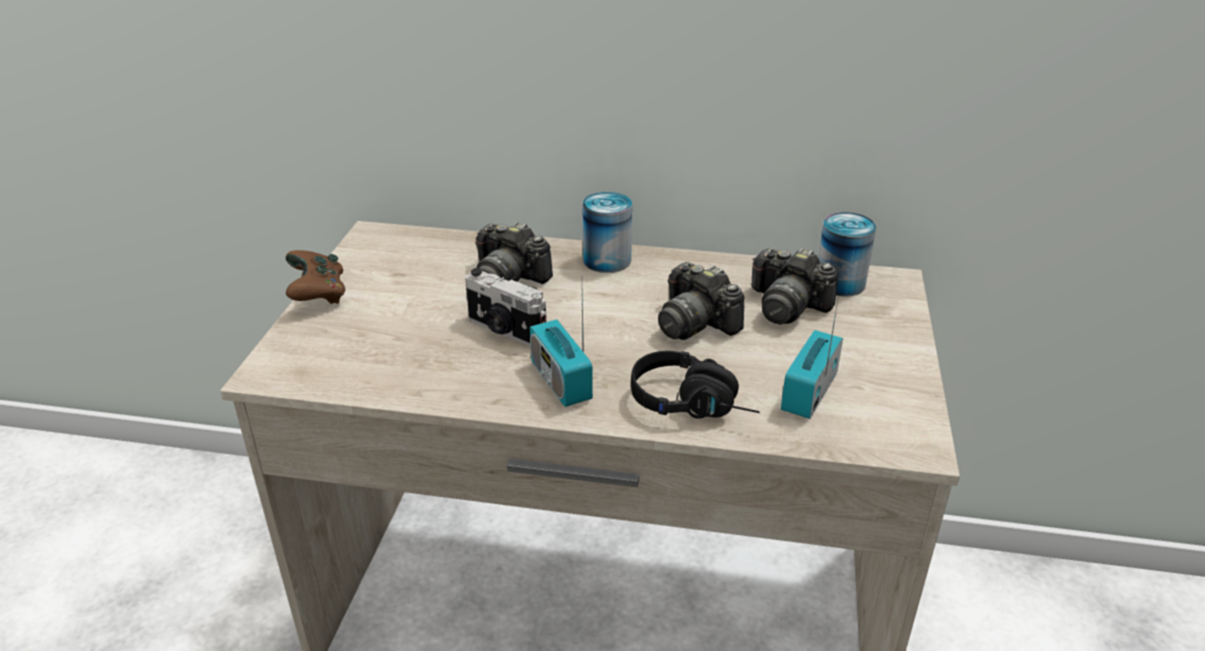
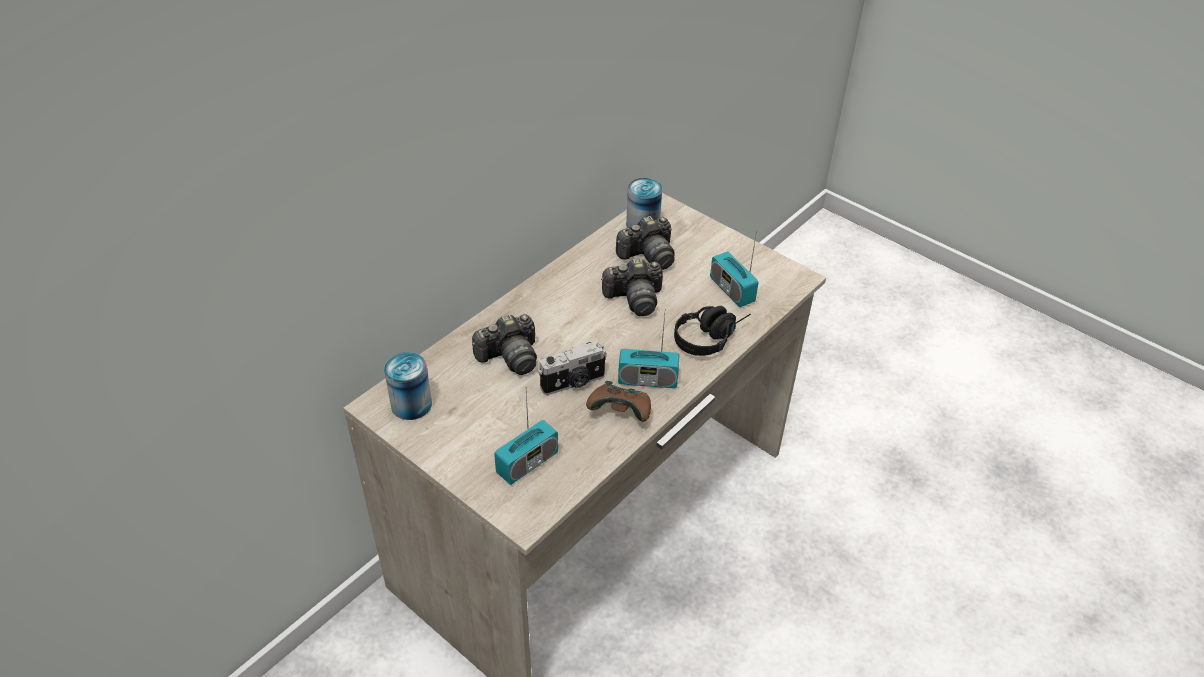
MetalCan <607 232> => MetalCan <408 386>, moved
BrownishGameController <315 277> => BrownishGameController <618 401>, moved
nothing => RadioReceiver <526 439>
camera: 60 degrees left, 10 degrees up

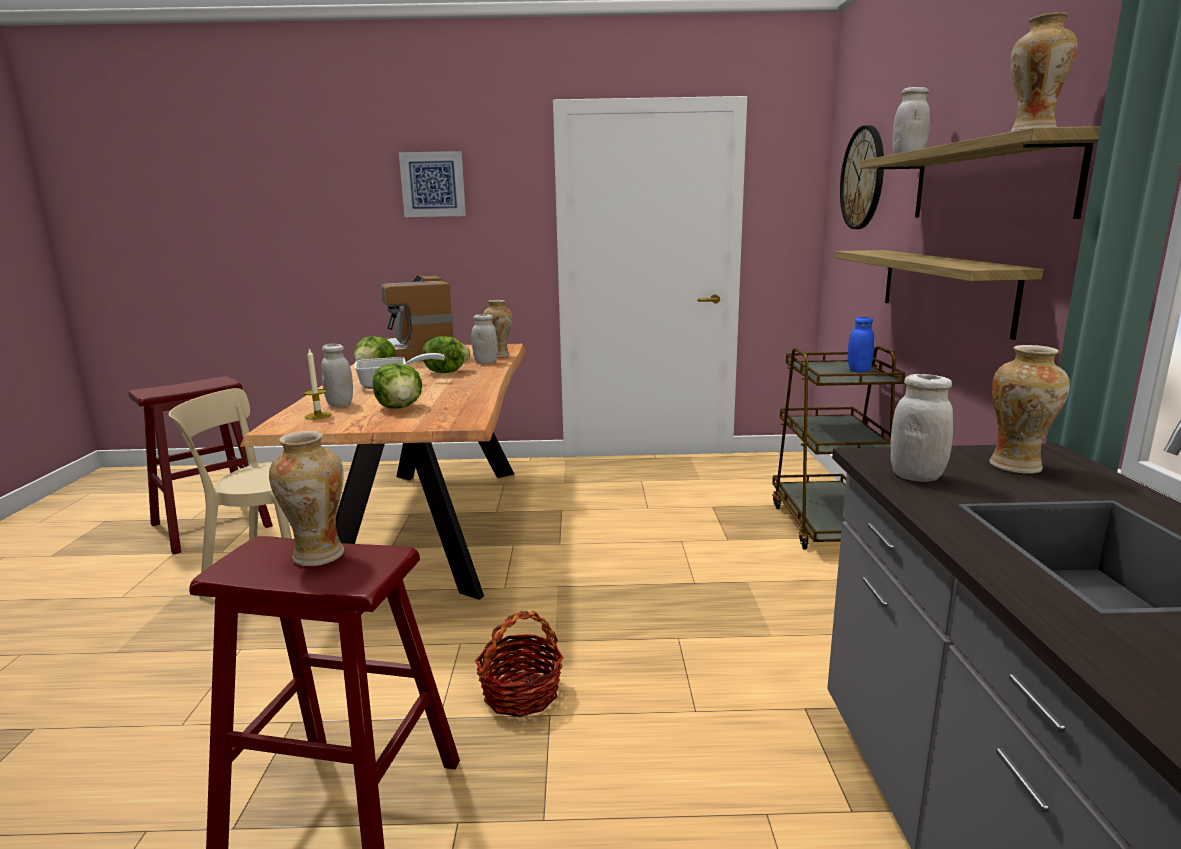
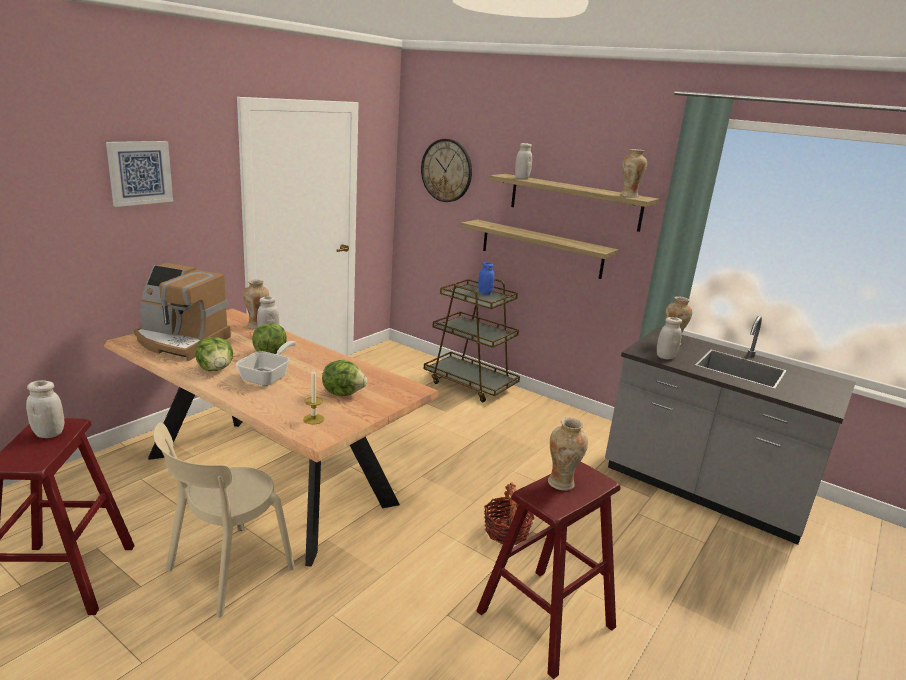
WhiteJar <337 375> => WhiteJar <45 409>, moved
camera: 55 degrees left, 5 degrees up

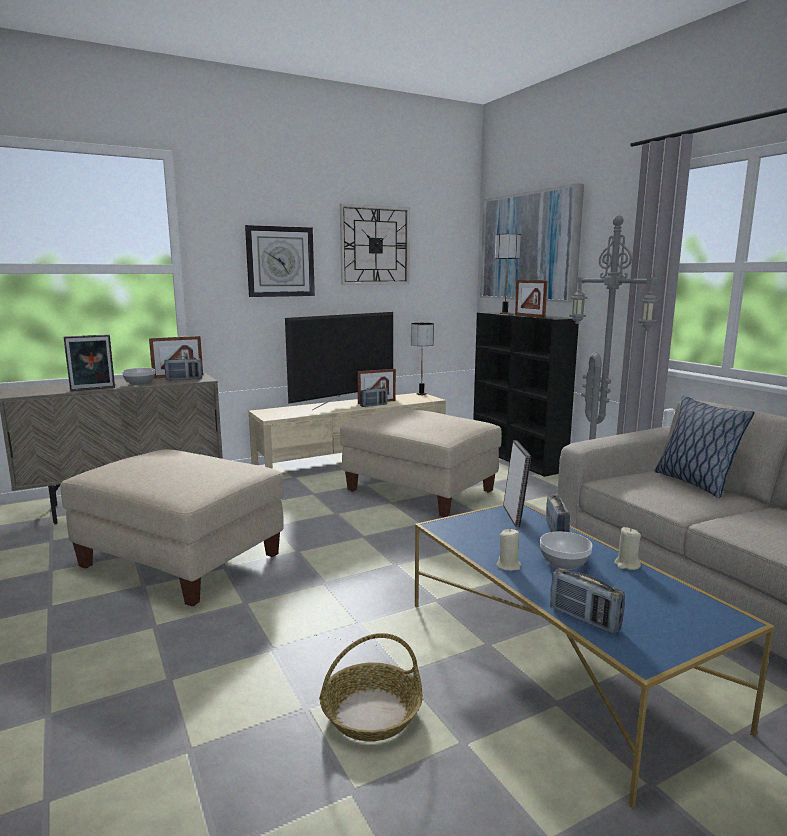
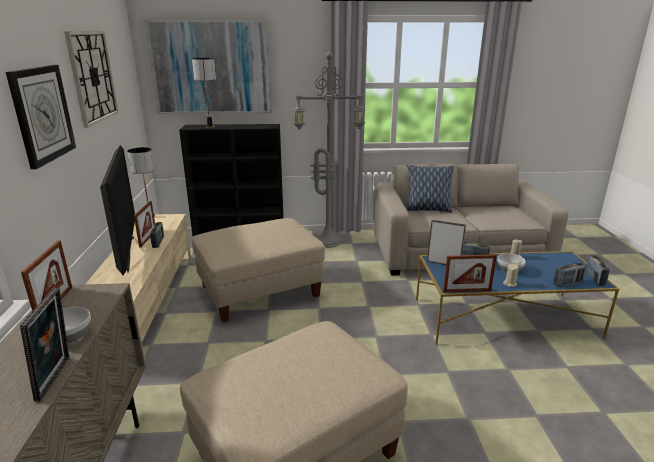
PhotoFrame <531 299> => PhotoFrame <470 273>, moved
RadioReceiver <183 368> => RadioReceiver <598 270>, moved
HouseholdBasket <371 687> => nothing
camera: 65 degrees left, 10 degrees up

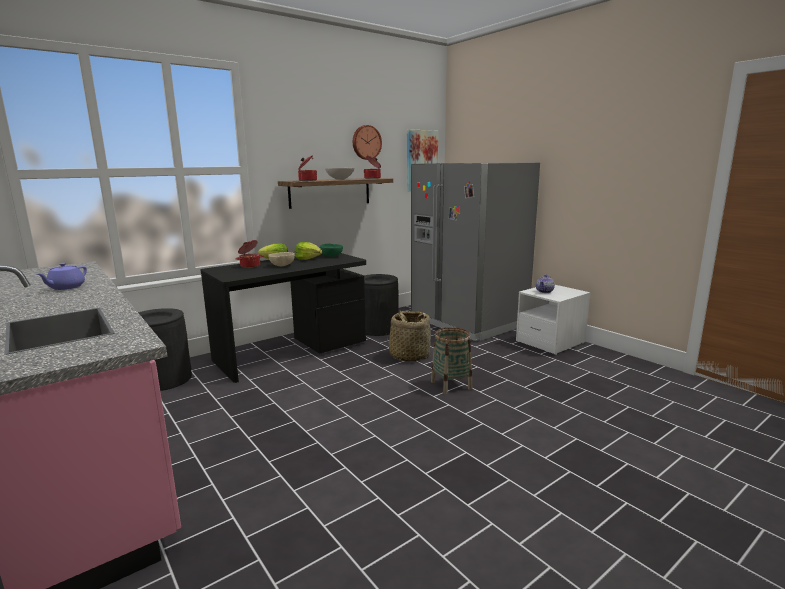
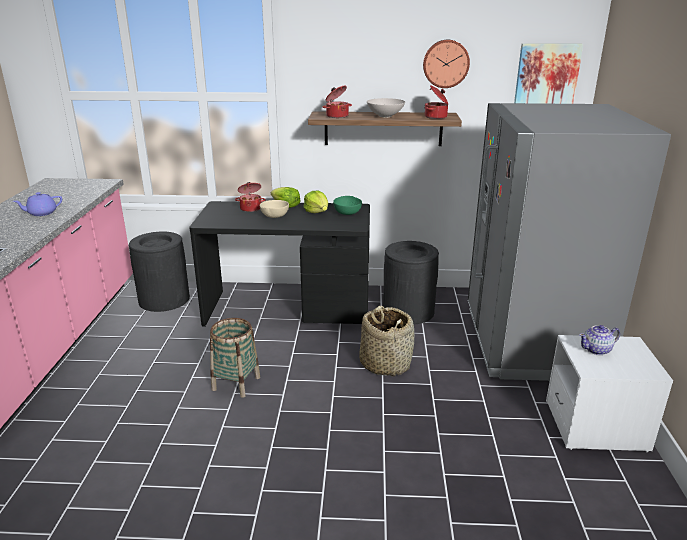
HouseholdBasket <451 361> => HouseholdBasket <235 358>, moved
camera: 40 degrees right, 10 degrees up

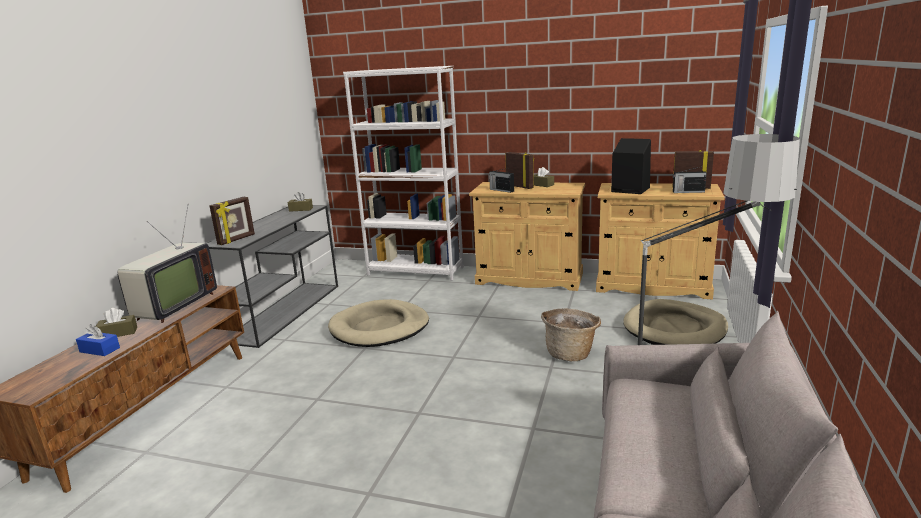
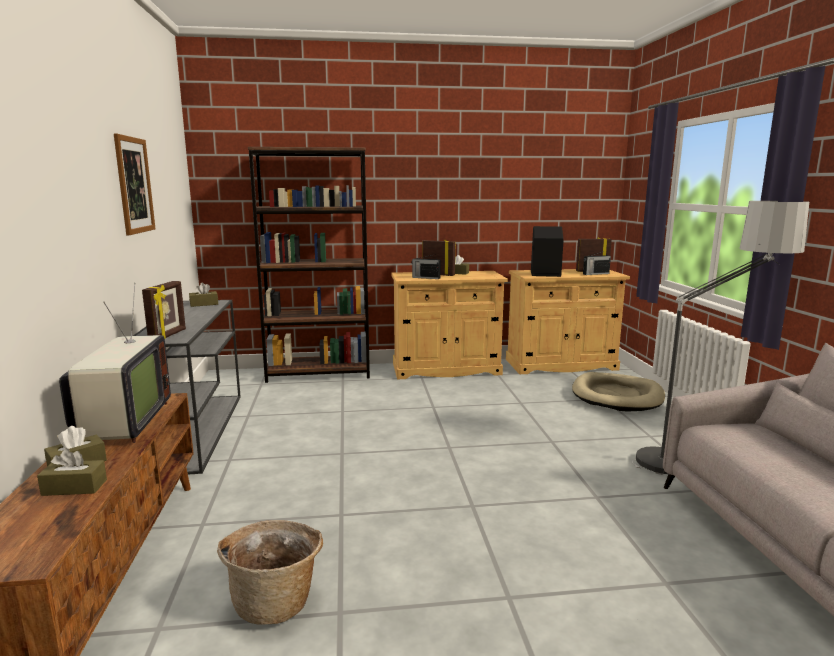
WhiteBookcase <403 173> => BrownishBookcase <309 265>
BeigeColouredDogCushion <378 323> => nothing
HouseholdBasket <571 334> => HouseholdBasket <270 572>, moved
BluishTissueHolder <98 340> => BrownishTissueHolder <72 472>
nothing => WallPicture <135 184>
camera: 25 degrees left, 5 degrees down

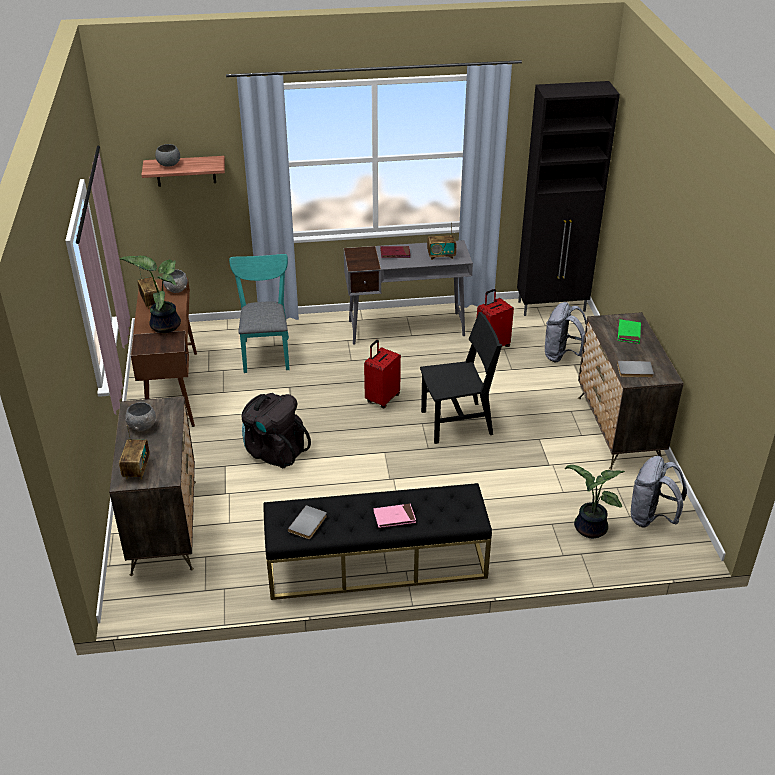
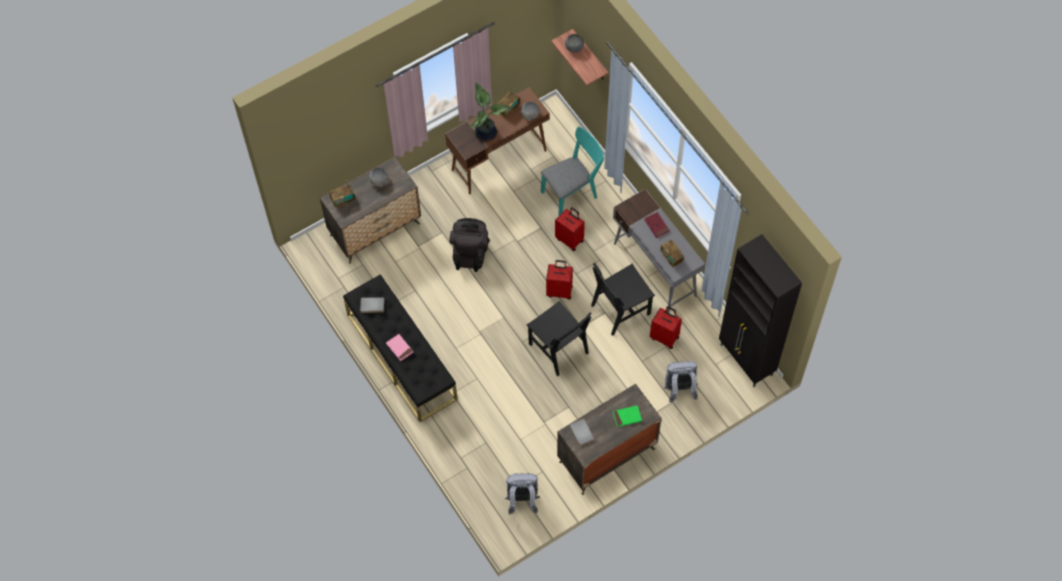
PlantInAPot <595 501> => nothing
nothing => ReddishSuitcase <570 229>
nothing => BlackColouredUprightChair <623 299>
camera: 65 degrees right, 25 degrees up

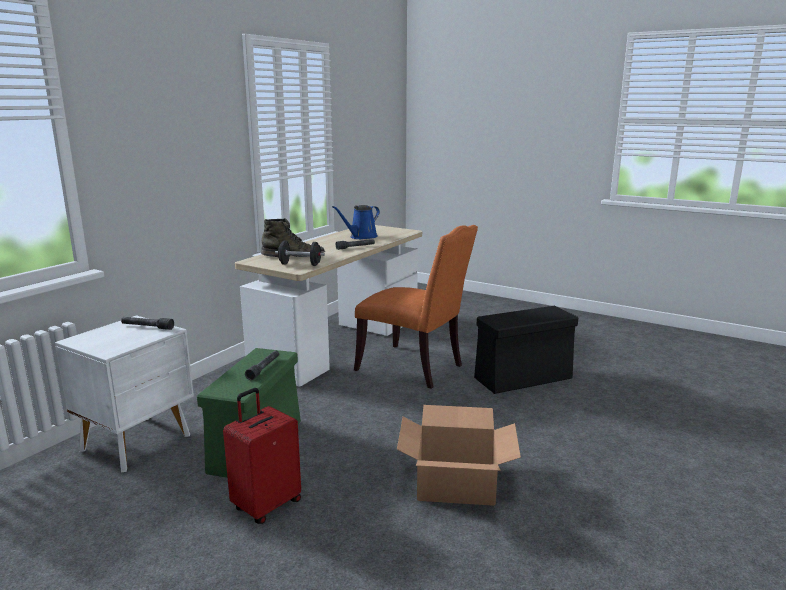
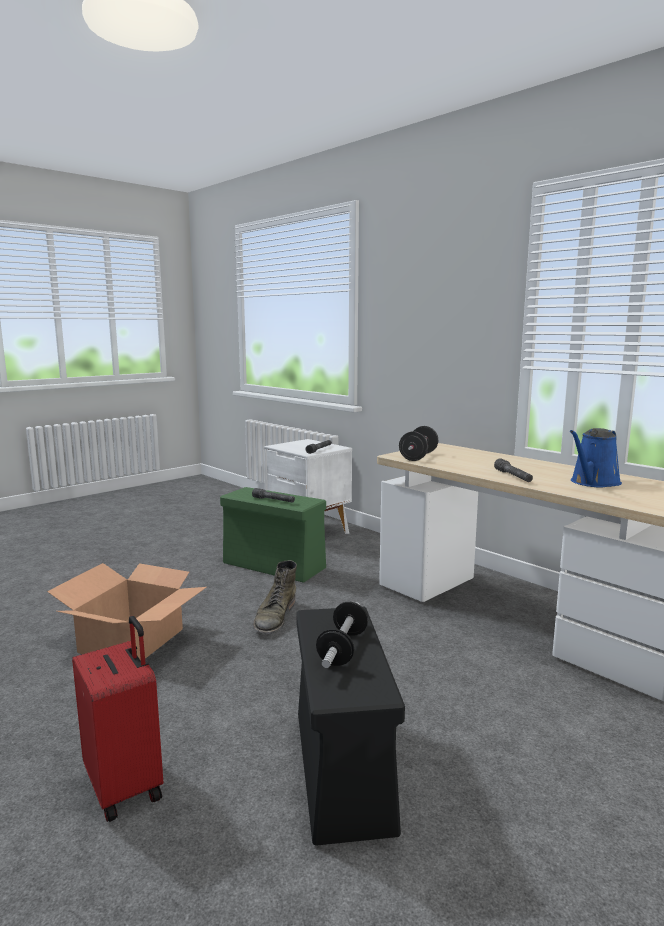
BluishWateringPot <356 222> => BluishWateringPot <596 458>, 105 degrees counterclockwise
GreenishHighTopBoot <293 237> => GreenishHighTopBoot <275 597>, moved
OrangeyUprightChair <416 307> => nothing
ReddishSuitcase <262 456> => ReddishSuitcase <117 719>, moved
nothing => HandWeight <342 635>
camera: 105 degrees right, 5 degrees down

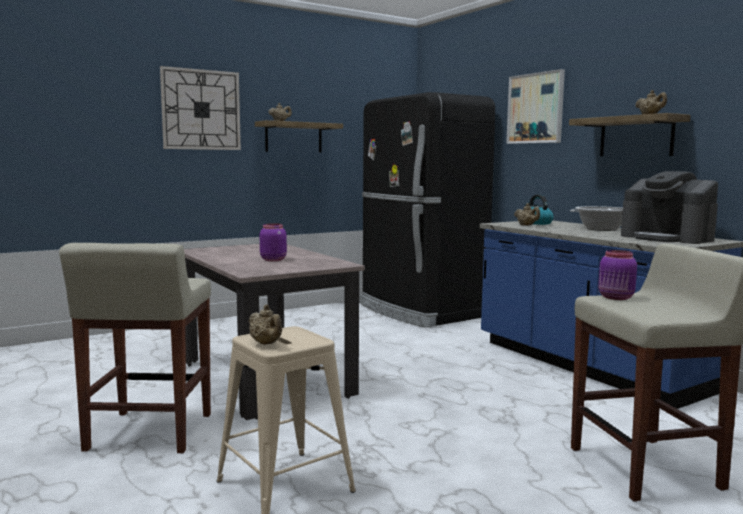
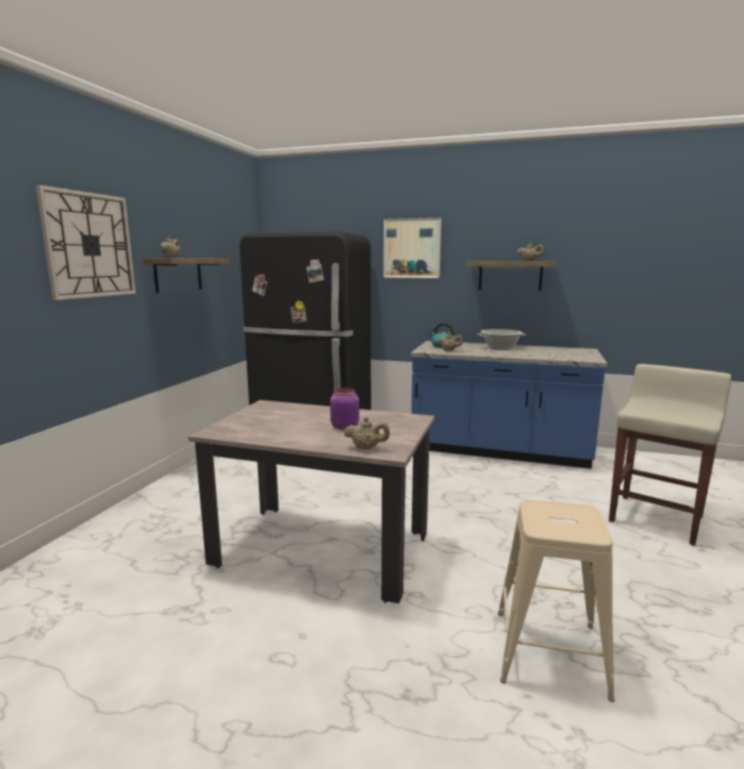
CoffeeMachine <669 207> => nothing
BeigeColouredSittingStool <135 348> => nothing
PurplishJar <617 275> => nothing
BeigeColouredTeaPot <265 325> => BeigeColouredTeaPot <367 433>, moved
camera: 40 degrees left, 5 degrees up

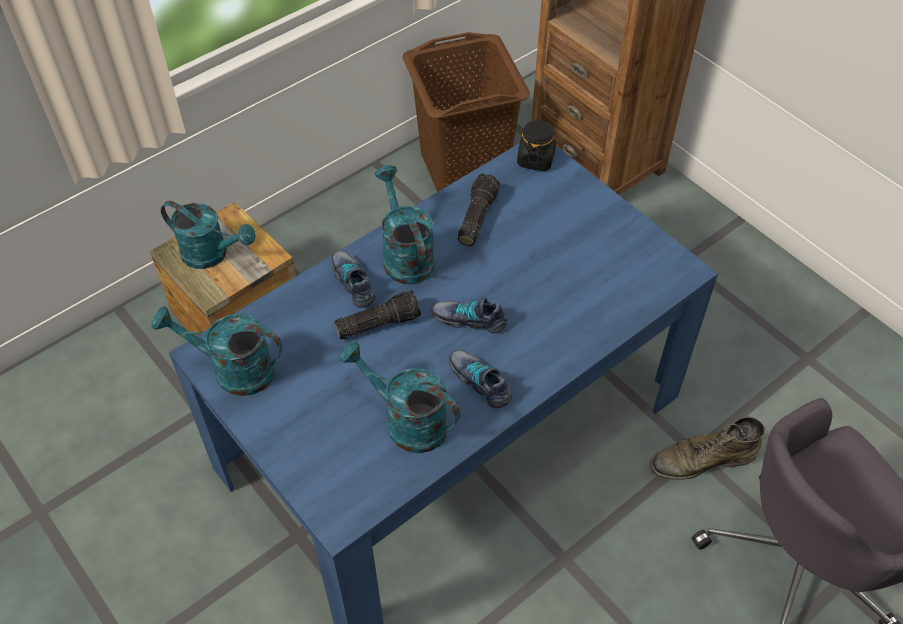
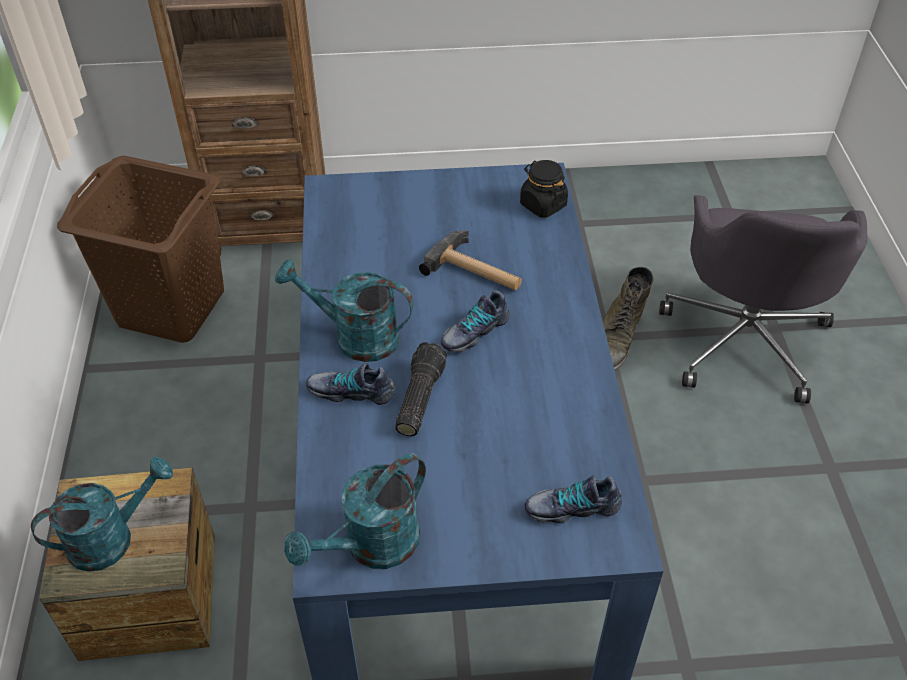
BlackColouredJar <536 145> => BlackColouredJar <544 189>, moved
Torch <479 210> => nothing
BlueGreenWateringPot <399 397> => nothing
Shoe <480 379> => Shoe <573 499>, moved
nothing => HandHammer <470 260>
camera: 55 degrees left, 5 degrees down

